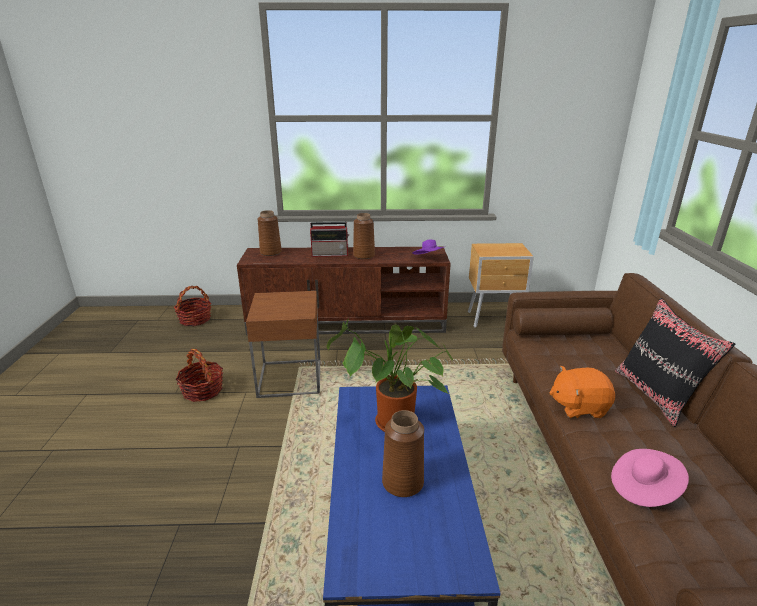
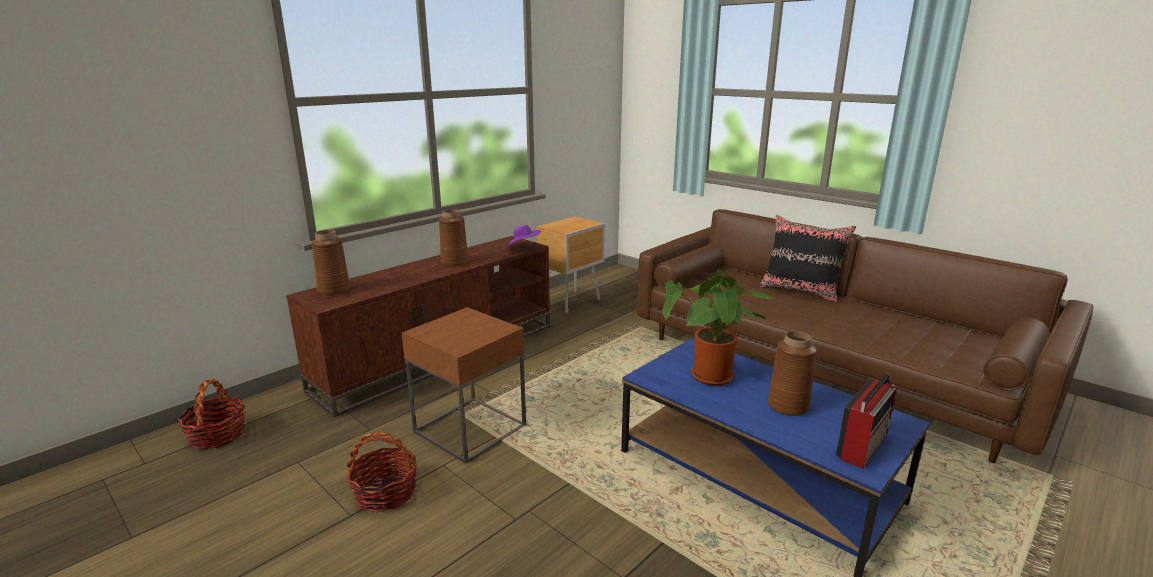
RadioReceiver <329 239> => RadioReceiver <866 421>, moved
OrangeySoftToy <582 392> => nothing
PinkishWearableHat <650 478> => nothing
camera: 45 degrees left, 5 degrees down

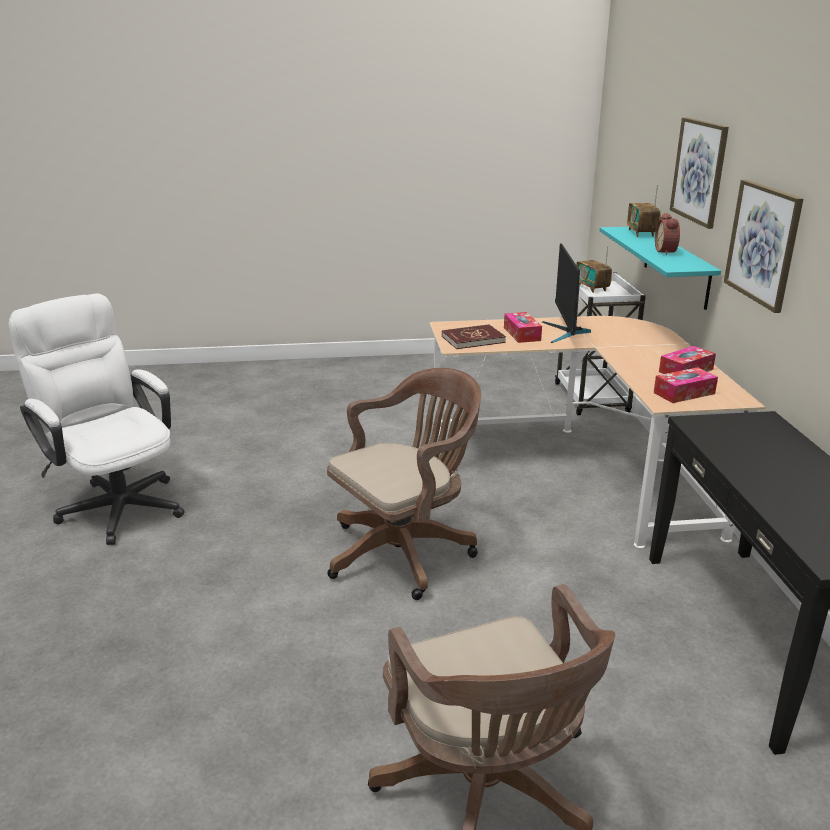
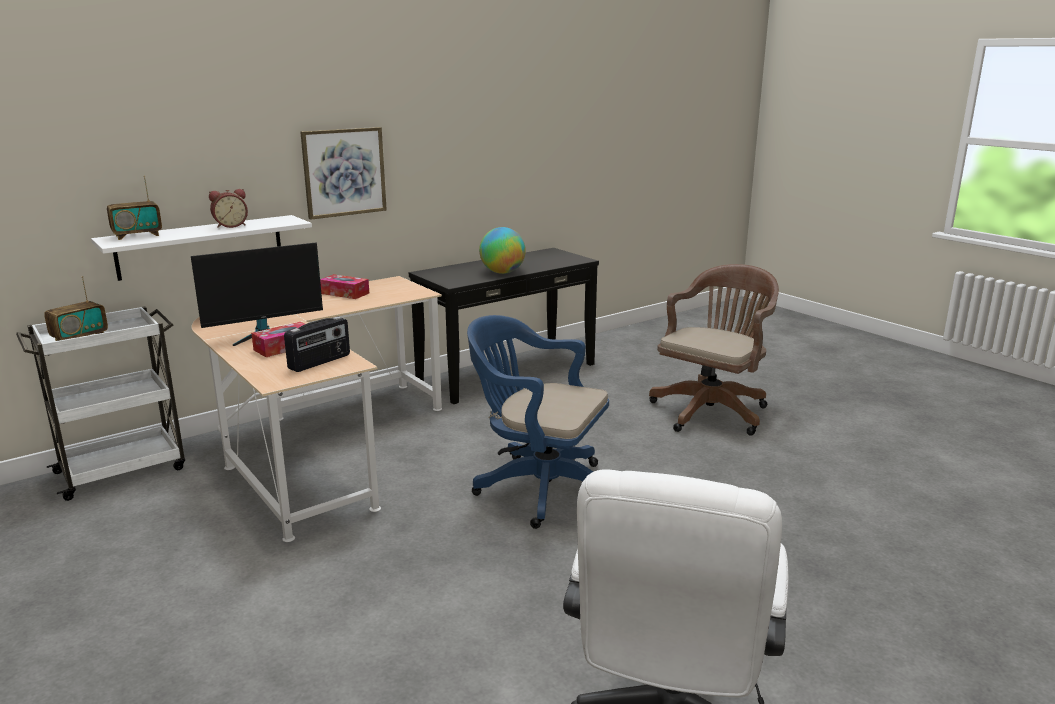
WallPicture <699 173> => nothing
BlueGreenWallShelf <660 268> => WhiteWallShelf <201 248>
ReddishBook <474 336> => RadioReceiver <317 344>
TissueHolder <686 385> => nothing
BrownishDeskChair <404 484> => BluishDeskChair <538 422>
nothing => WorldGlobe <502 250>
camera: 120 degrees left, 5 degrees down

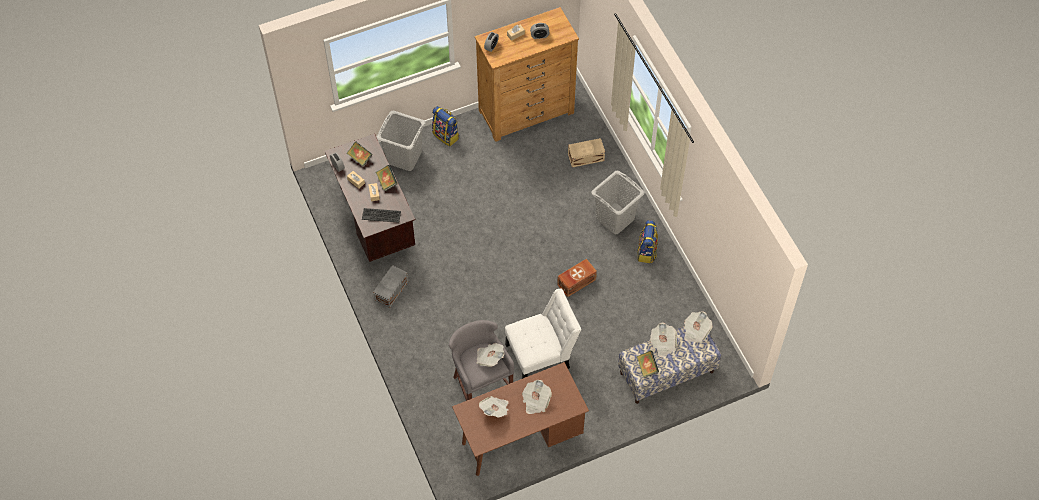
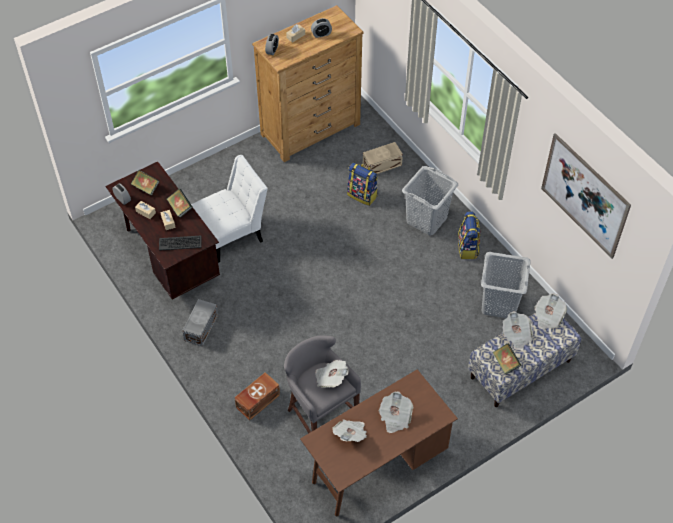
Rucksack <445 126> => Rucksack <362 184>, moved
GreyHamper <401 141> => GreyHamper <506 285>, moved
BrownishStorageBin <577 278> => BrownishStorageBin <257 396>, moved
WhiteUprightChair <543 333> => WhiteUprightChair <229 209>, moved
nothing => WallPicture <586 196>
camera: 10 degrees left, 5 degrees down

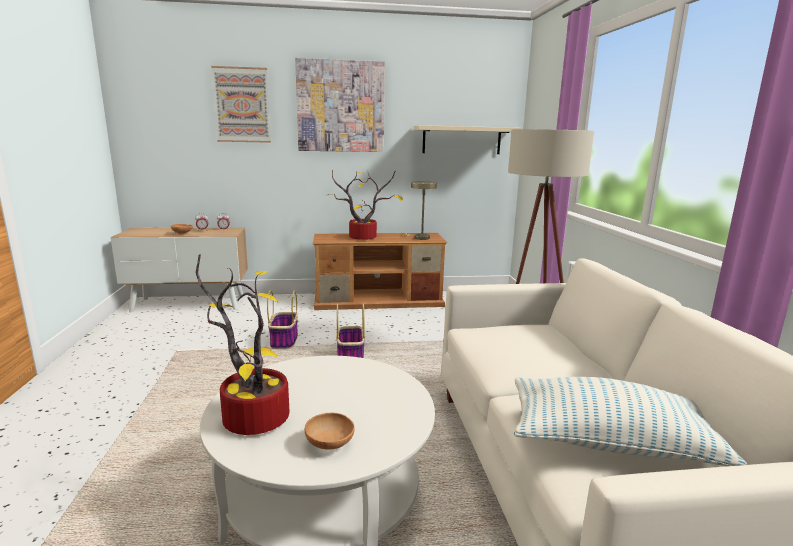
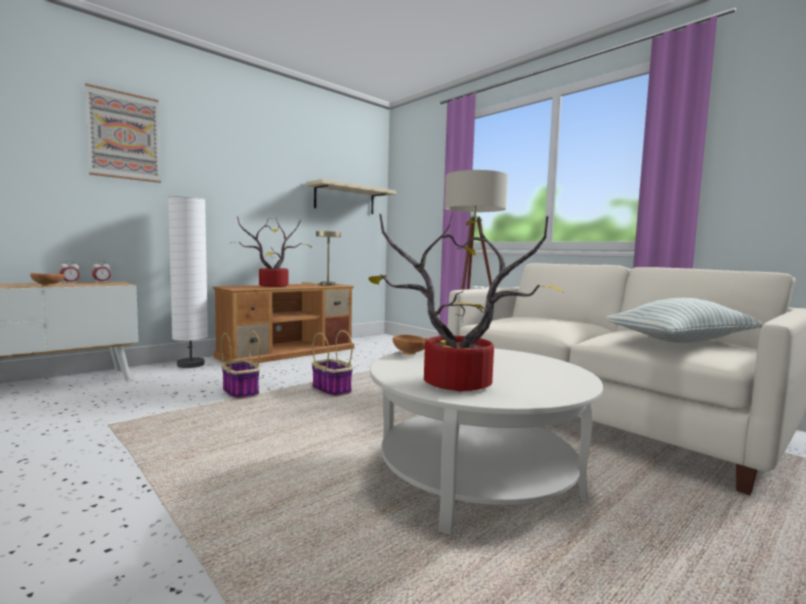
WallPicture <340 105> => nothing
BrownishServingBowl <329 431> => BrownishServingBowl <410 344>, moved
nothing => WhiteStandardLamp <188 282>
camera: 35 degrees left, 10 degrees down

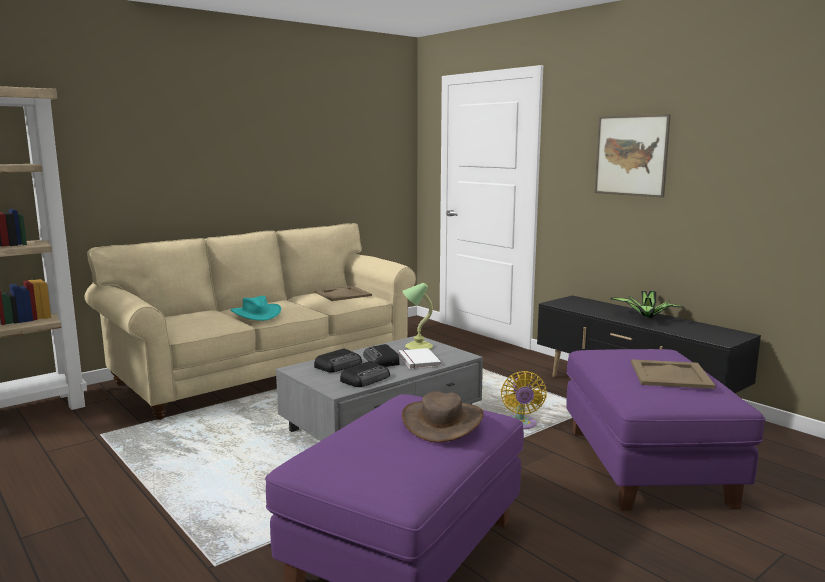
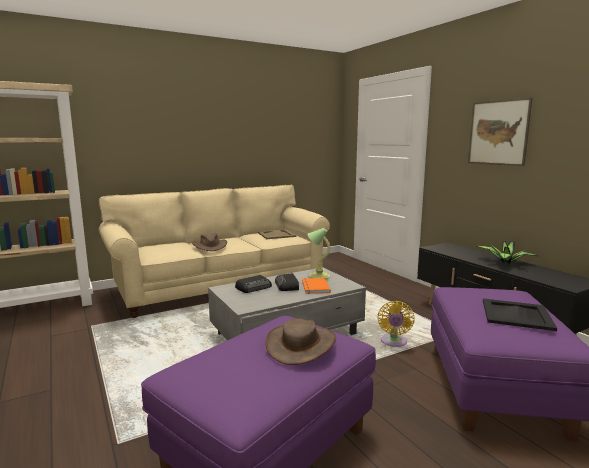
BlueGreenWearableHat <256 308> => BrownishWearableHat <209 242>
WhiteBook <420 358> => OrangeyBook <316 286>
BeigeColouredTray <673 374> => BlackColouredTray <520 315>
RadioReceiver <365 374> => nothing
camera: 10 degrees right, 0 degrees up

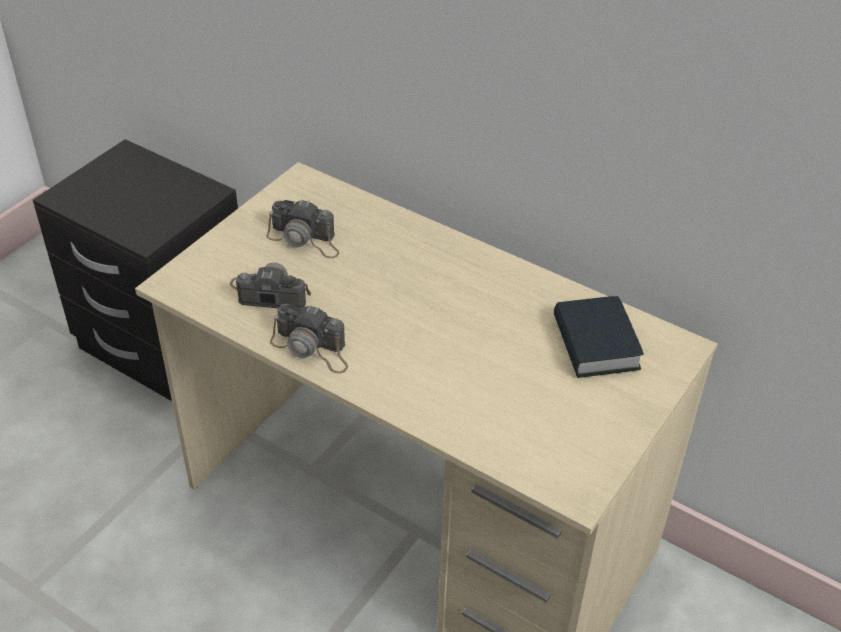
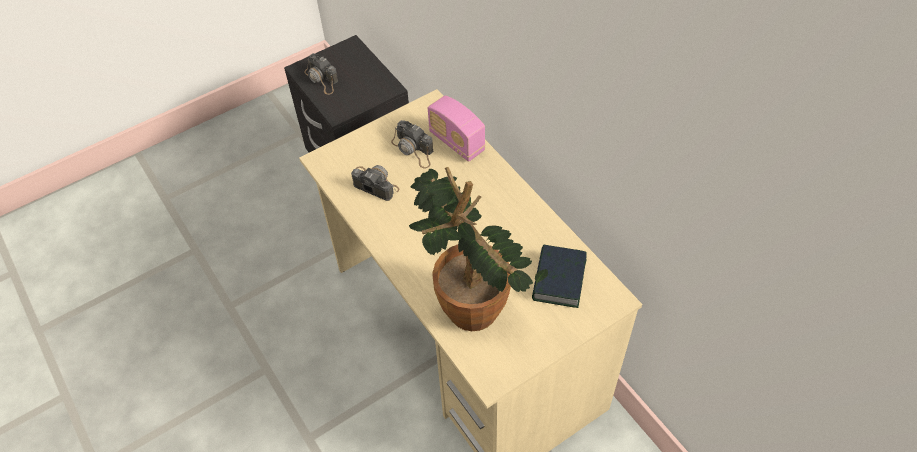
StillCamera <309 338> => StillCamera <321 74>, moved
nothing => RadioReceiver <457 129>
nothing => PlantInAPot <478 249>
camera: 25 degrees right, 10 degrees up

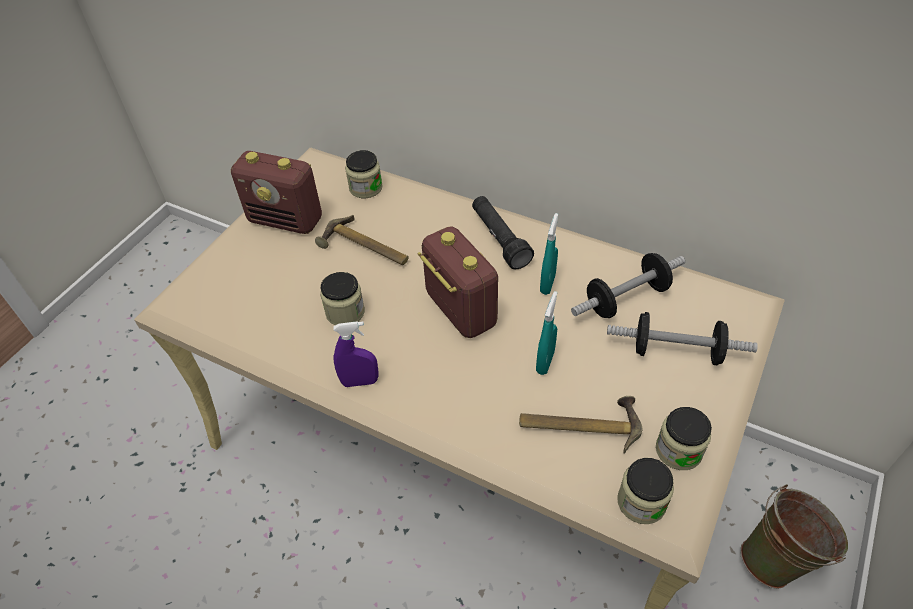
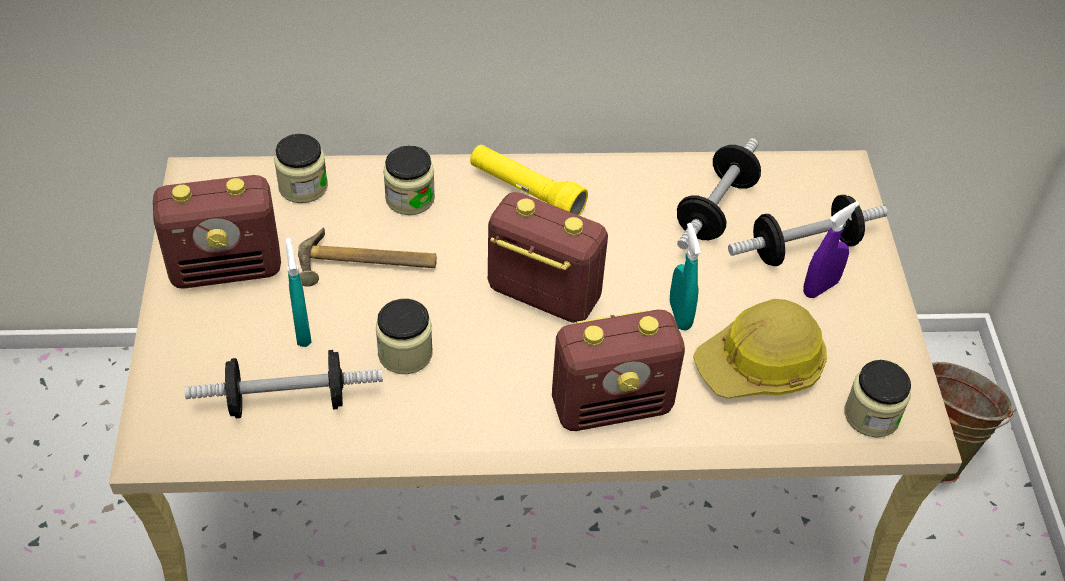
BlackColouredTorch <503 232> => YellowishTorch <529 180>
BlueGreenHandSprayer <549 254> => BlueGreenHandSprayer <299 292>, moved
PurplishHandSprayer <355 354> => PurplishHandSprayer <831 249>, moved
HandHammer <581 425> => SafetyHelmet <760 349>
Jar <684 438> => Jar <409 180>, moved
nothing => RadioReceiver <618 370>
nothing => HandWeight <284 384>
camera: 35 degrees left, 0 degrees up

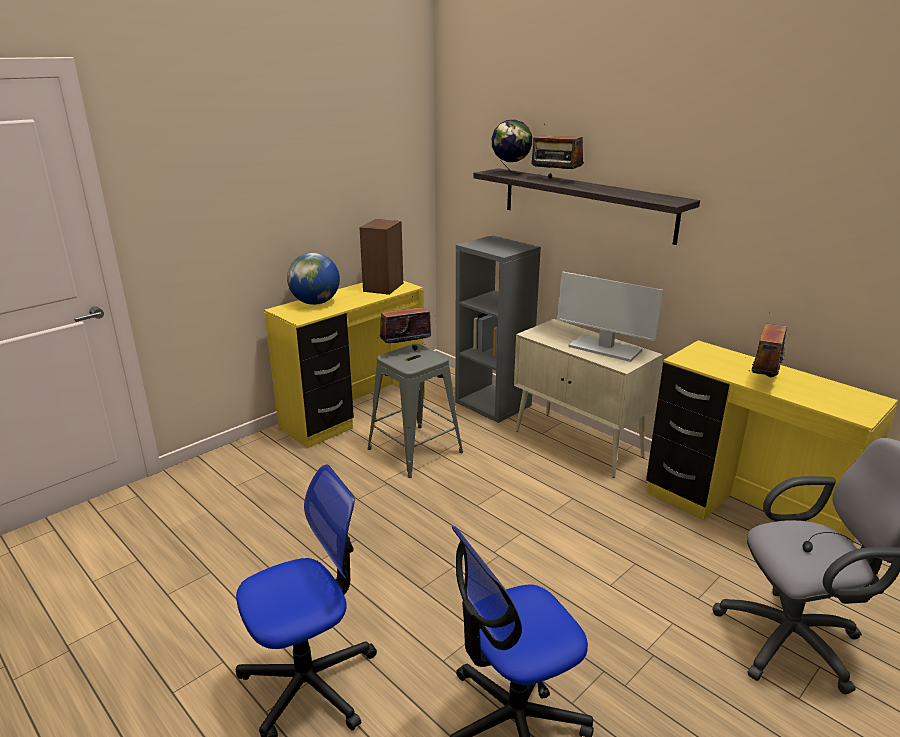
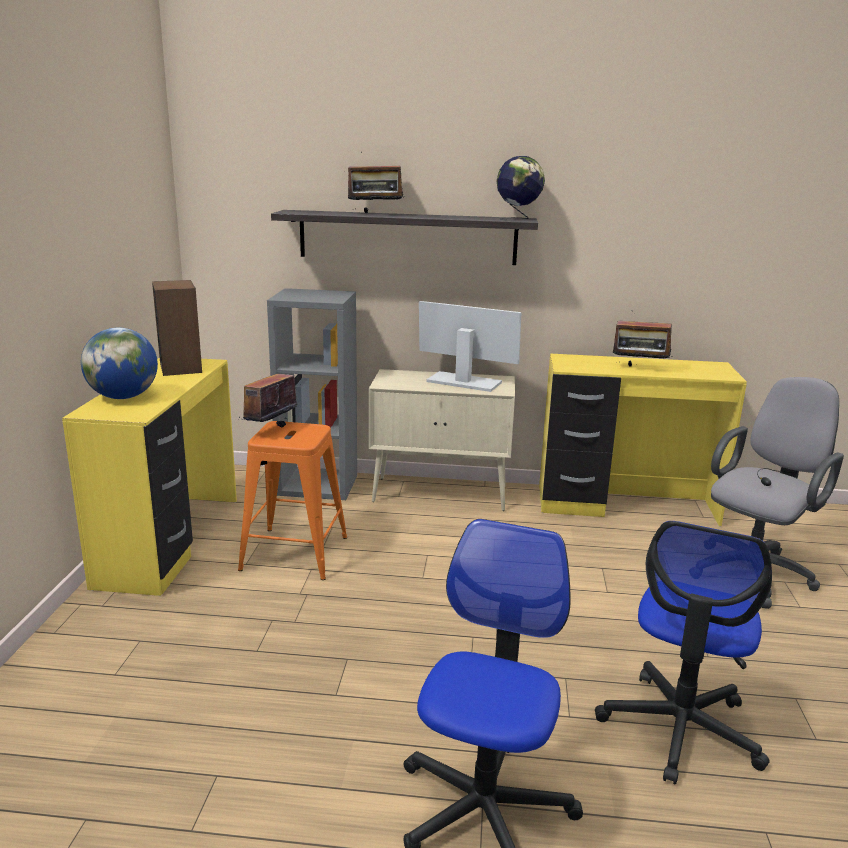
WorldGlobe <512 147> => WorldGlobe <520 188>, moved
ComputerScreen <610 317> => ComputerScreen <470 346>, 150 degrees counterclockwise
RadioReceiver <765 345> => RadioReceiver <643 344>, 60 degrees counterclockwise
GreySittingStool <415 411> => OrangeySittingStool <292 500>
camera: 40 degrees left, 5 degrees down

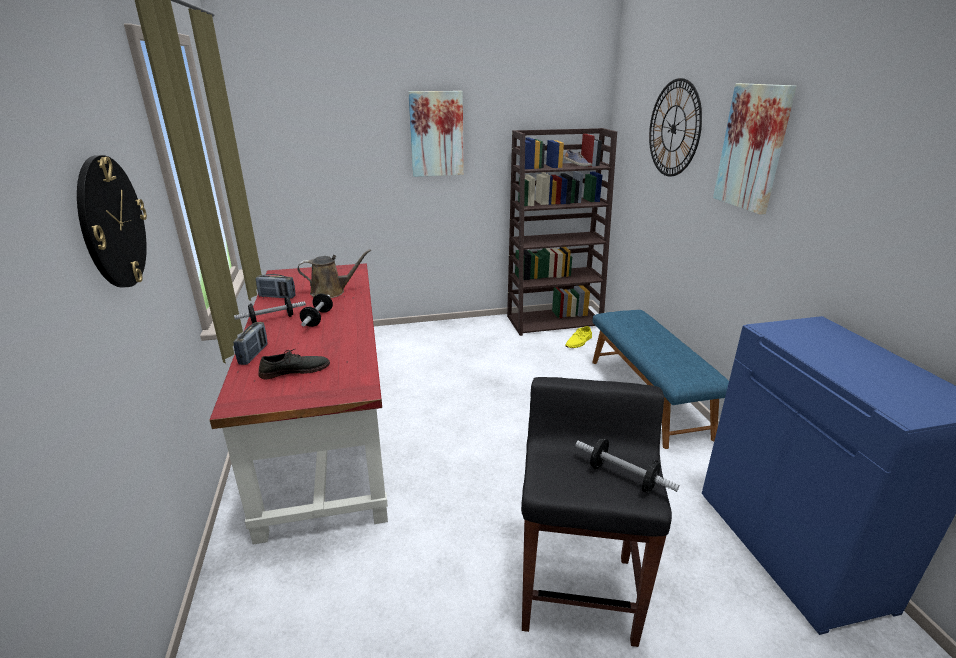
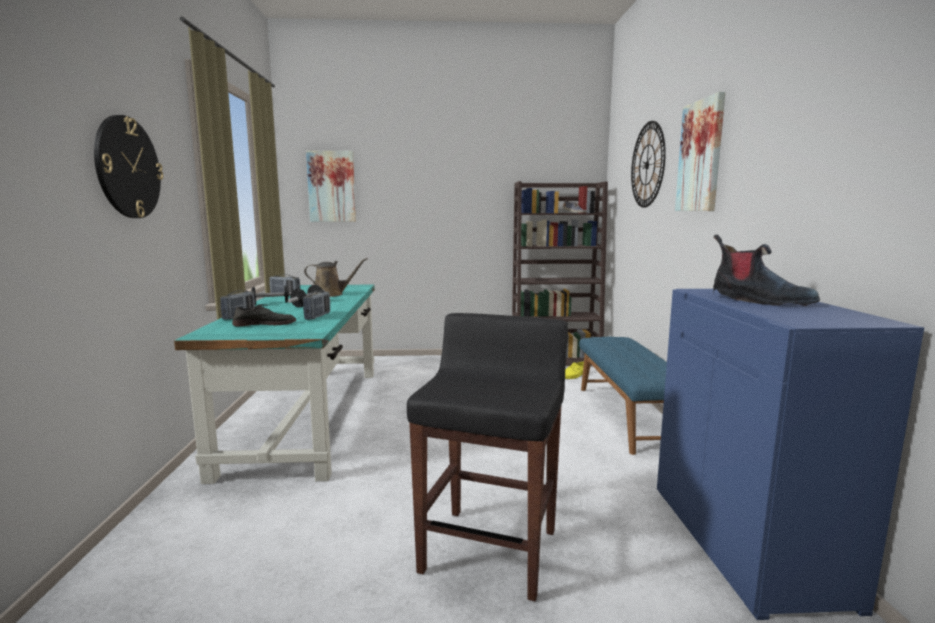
WallPicture <436 134> => WallPicture <331 186>, moved
ReddishDeskUnit <299 403> => BlueGreenDeskUnit <274 384>
HandWeight <627 466> => nothing
nothing => HighTopBoot <766 270>
nothing => RadioReceiver <316 305>
camera: 10 degrees right, 15 degrees down

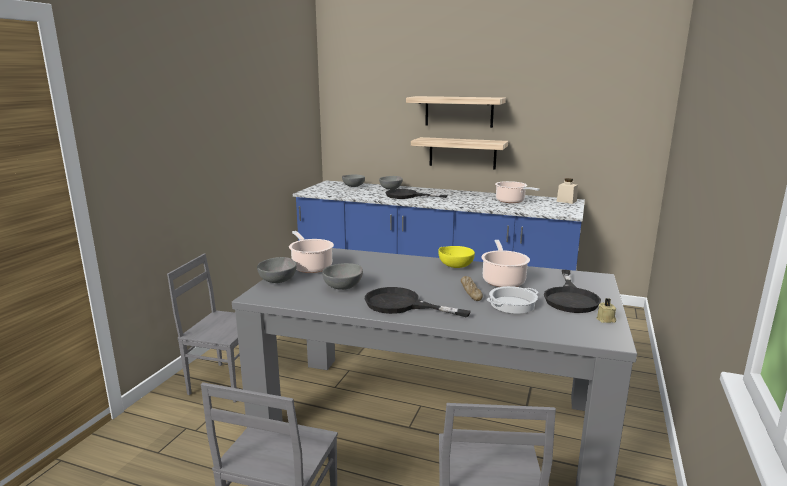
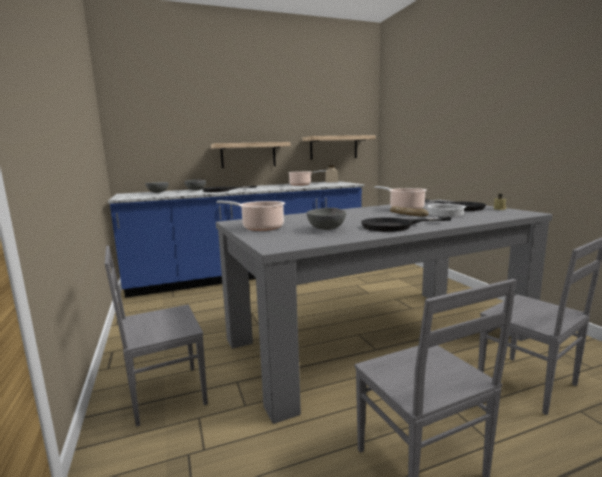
WallShelf <456 112> => WallShelf <338 147>, moved
YellowishServingBowl <456 257> => nothing
GreyServingBowl <277 270> => nothing
camera: 40 degrees left, 5 degrees down

